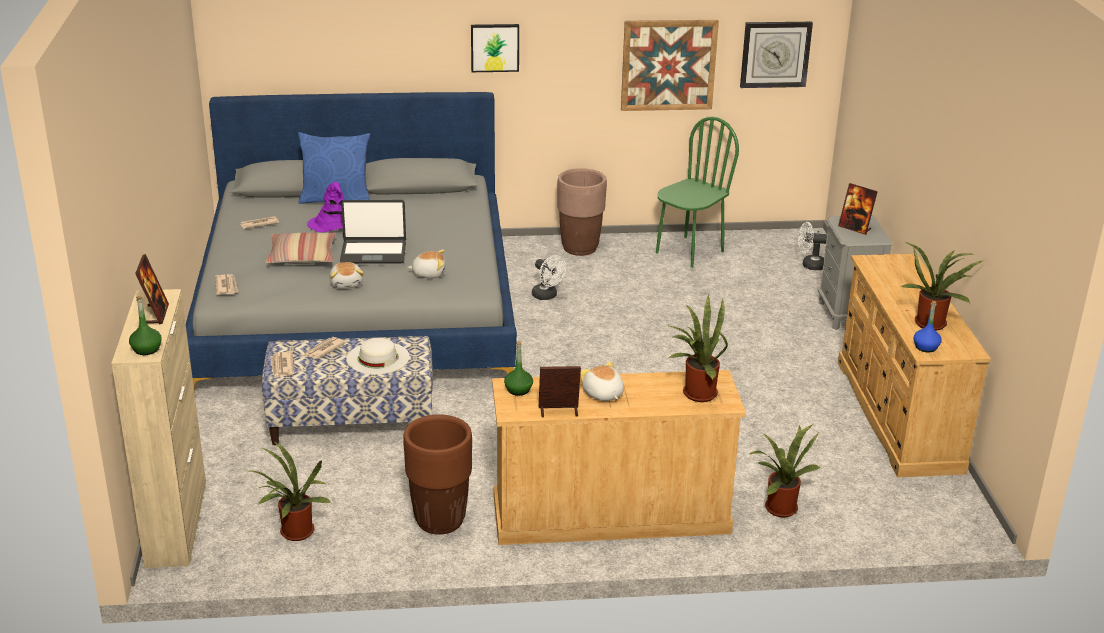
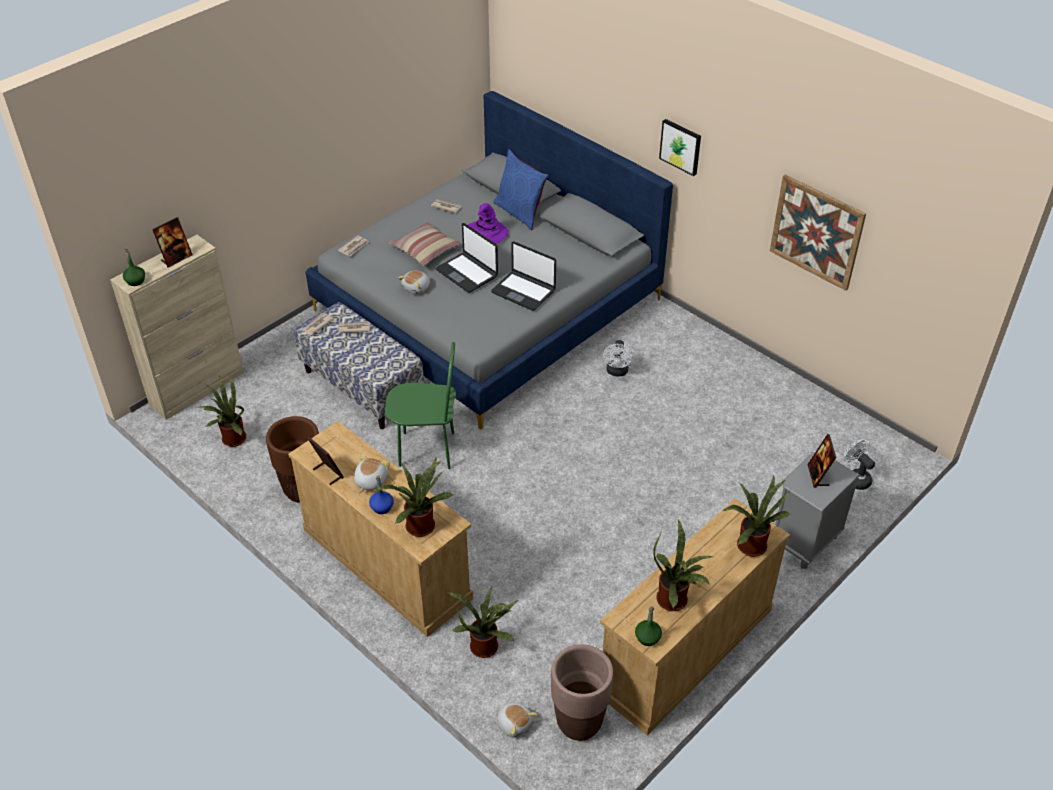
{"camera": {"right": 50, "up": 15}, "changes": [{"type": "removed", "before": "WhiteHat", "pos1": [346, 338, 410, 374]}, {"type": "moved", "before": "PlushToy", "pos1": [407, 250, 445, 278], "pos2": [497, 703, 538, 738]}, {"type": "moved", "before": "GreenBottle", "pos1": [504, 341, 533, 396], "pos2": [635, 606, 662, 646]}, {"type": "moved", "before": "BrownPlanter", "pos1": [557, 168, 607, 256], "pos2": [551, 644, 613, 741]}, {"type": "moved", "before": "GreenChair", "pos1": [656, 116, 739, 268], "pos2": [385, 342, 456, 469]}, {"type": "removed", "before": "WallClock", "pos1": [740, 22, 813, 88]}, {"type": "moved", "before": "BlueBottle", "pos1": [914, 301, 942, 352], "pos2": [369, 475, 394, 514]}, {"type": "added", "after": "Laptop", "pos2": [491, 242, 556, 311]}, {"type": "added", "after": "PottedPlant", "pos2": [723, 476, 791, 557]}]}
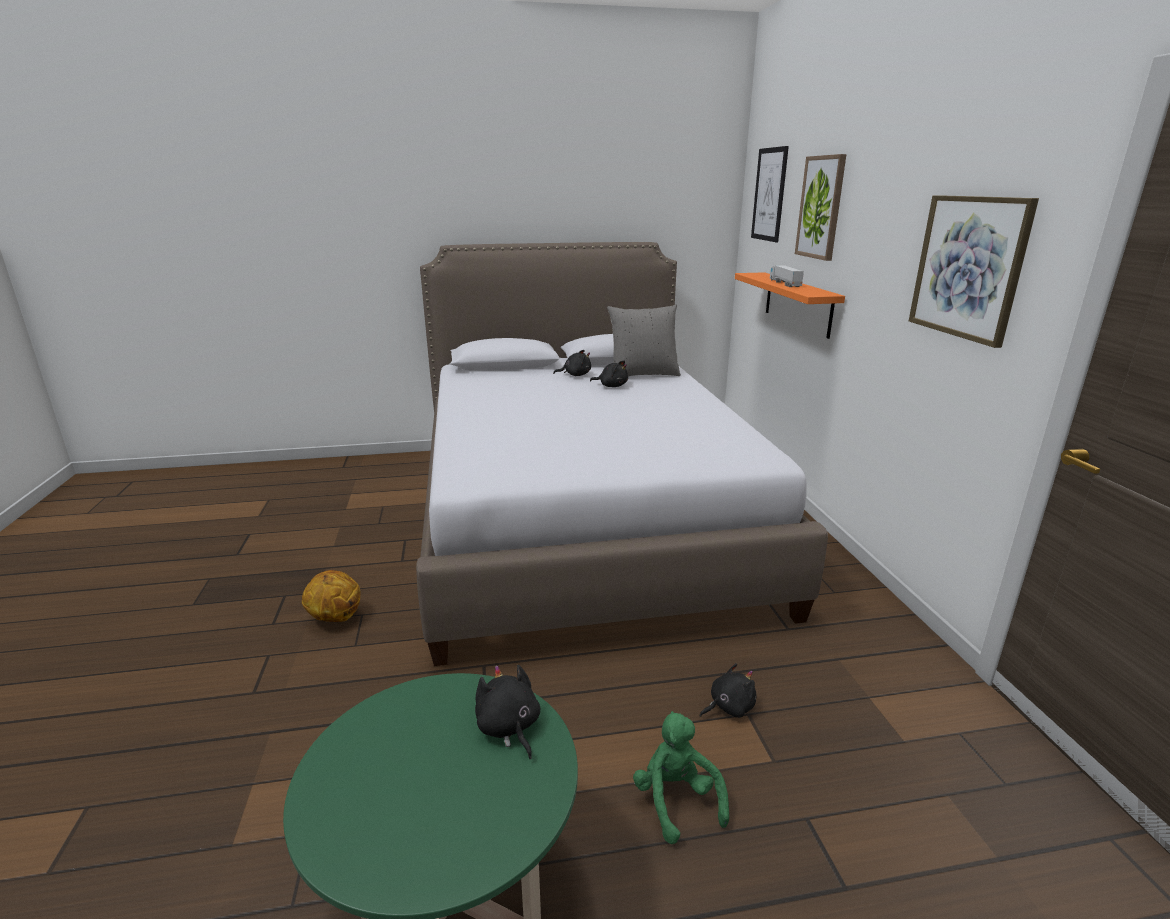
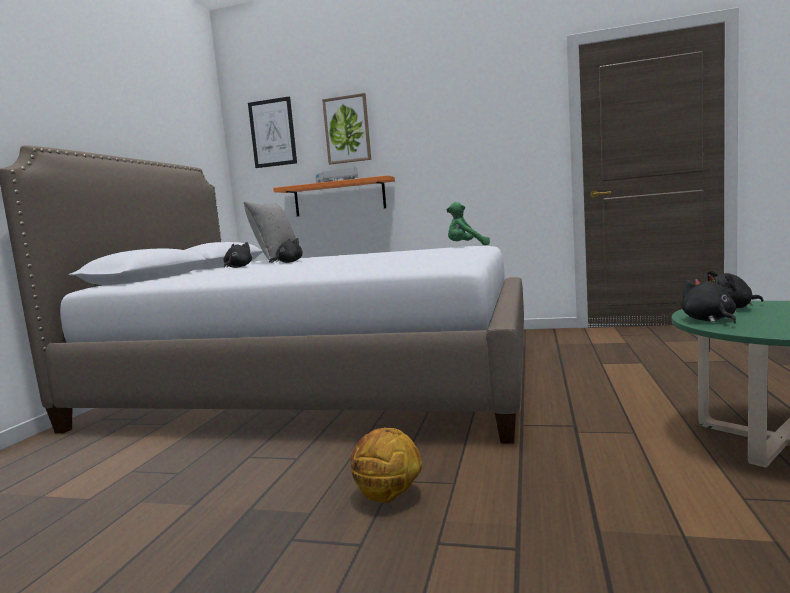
{"camera": {"right": -65, "up": -15}, "changes": [{"type": "moved", "before": "GreenPlushToy", "pos1": [633, 711, 729, 844], "pos2": [446, 202, 490, 245]}, {"type": "moved", "before": "BlackPlushToy", "pos1": [700, 663, 756, 718], "pos2": [681, 277, 736, 324]}, {"type": "removed", "before": "Picture", "pos1": [909, 195, 1039, 348]}]}
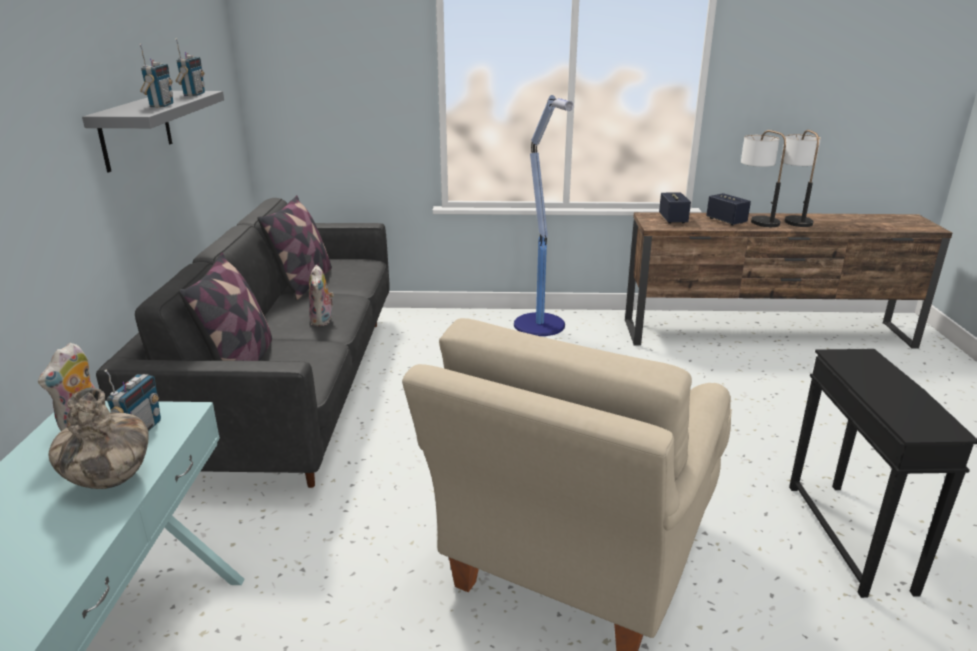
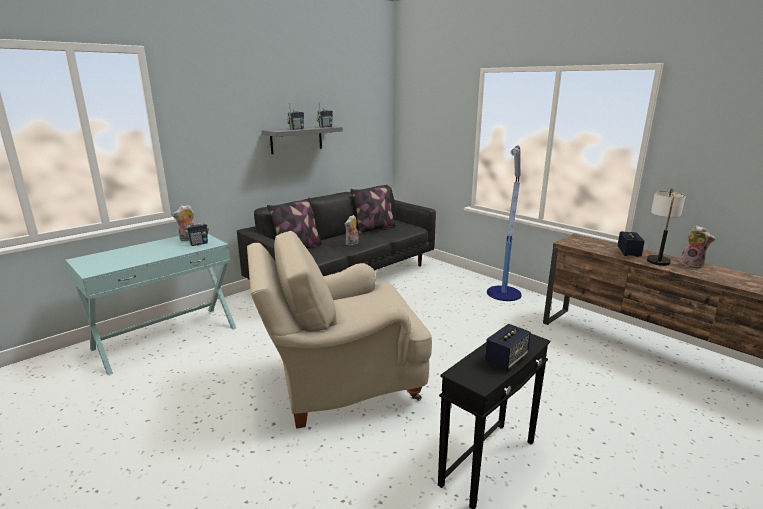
{"camera": {"right": 45, "up": -5}, "changes": [{"type": "removed", "before": "Vase", "pos1": [49, 387, 149, 489]}, {"type": "moved", "before": "Speaker", "pos1": [659, 193, 691, 224], "pos2": [485, 324, 531, 370]}, {"type": "replaced", "before": "TableLamp", "after": "PlushToy", "pos1": [781, 130, 821, 227], "pos2": [679, 226, 715, 269]}]}
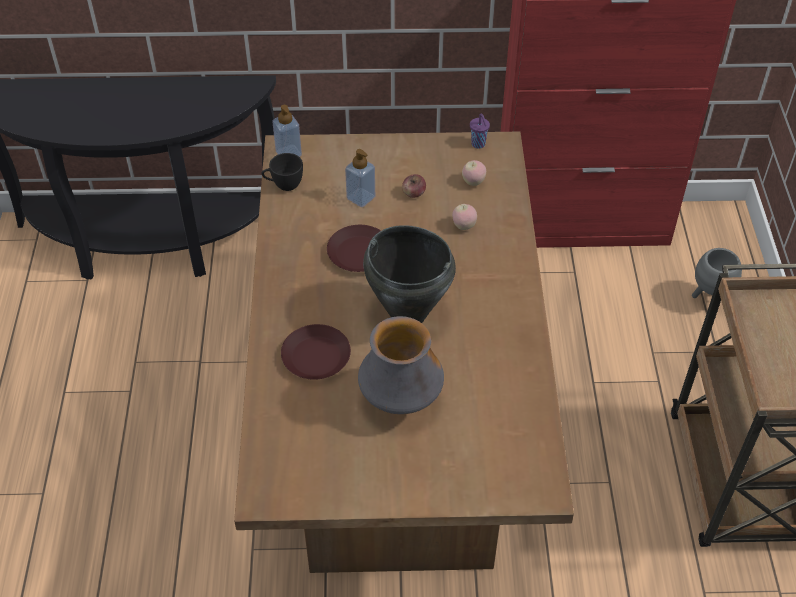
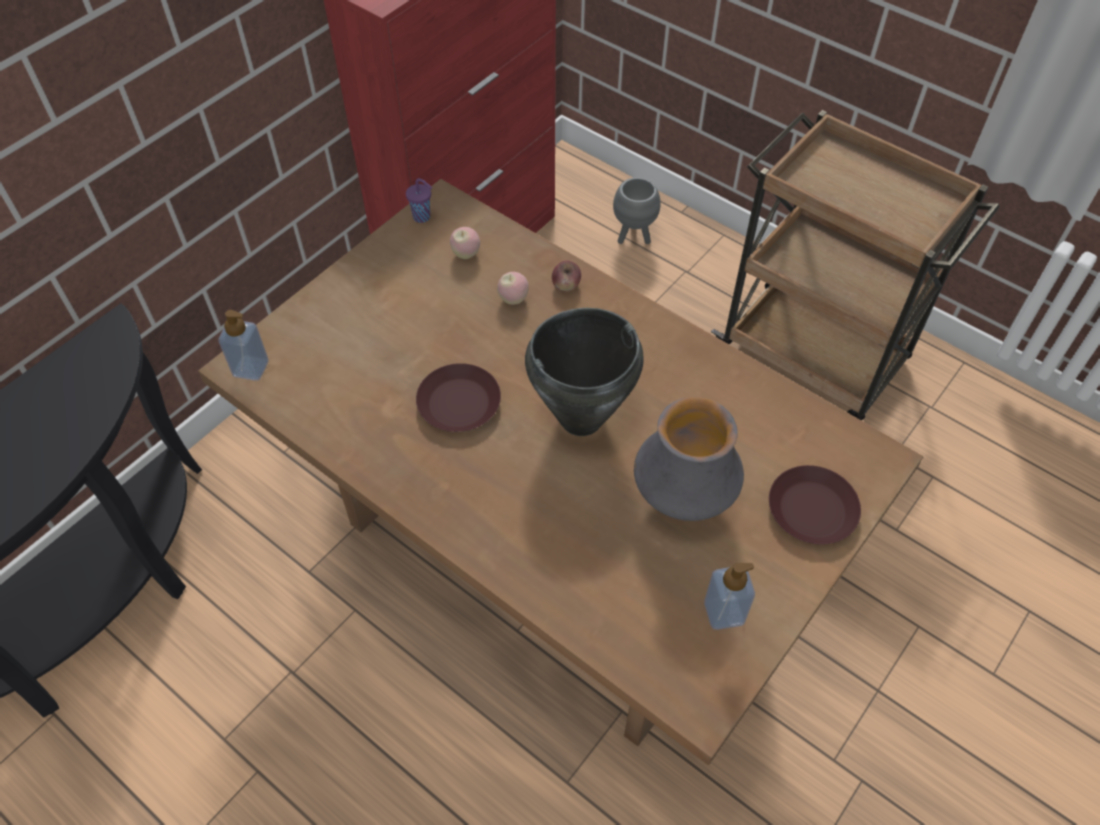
{"camera": {"right": -50, "up": 5}, "changes": [{"type": "removed", "before": "BlackCup", "pos1": [261, 153, 303, 191]}, {"type": "moved", "before": "BrownPlate", "pos1": [281, 324, 351, 380], "pos2": [769, 465, 861, 545]}, {"type": "moved", "before": "SoapDispenser", "pos1": [345, 149, 375, 207], "pos2": [704, 563, 755, 630]}, {"type": "moved", "before": "Apple", "pos1": [402, 174, 426, 198], "pos2": [552, 261, 581, 291]}]}
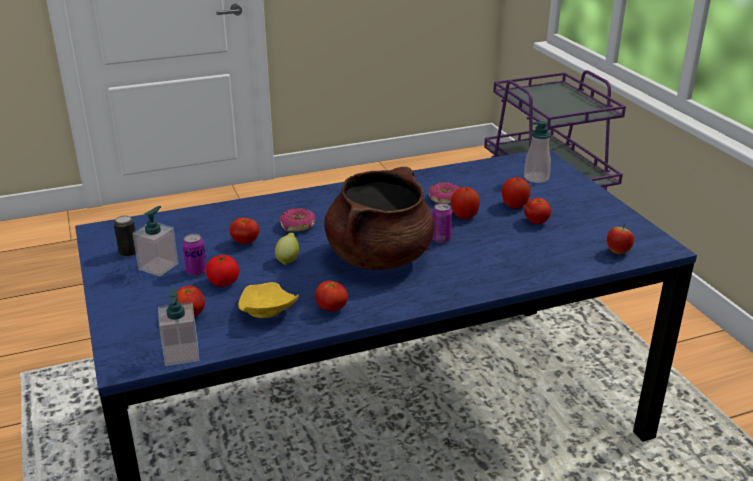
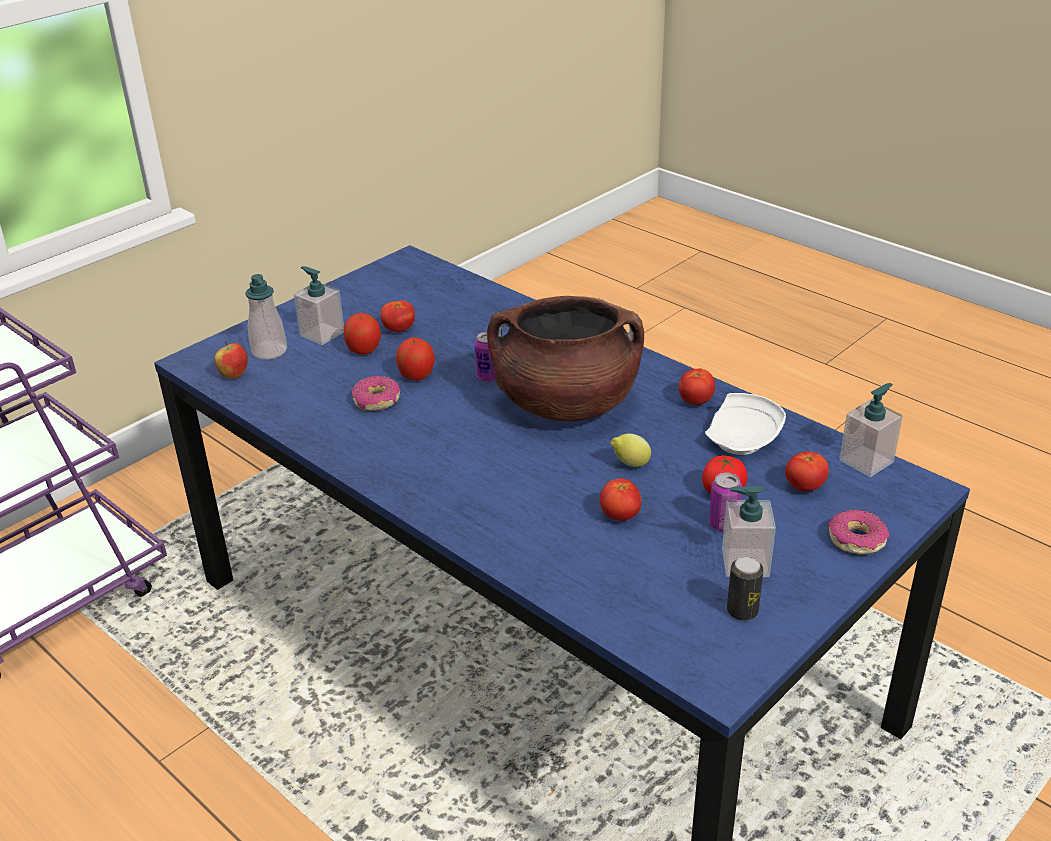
{"camera": {"right": -115, "up": 5}, "changes": [{"type": "recoloured", "before": "YellowPlate", "after": "WhitePlate", "pos1": [238, 282, 299, 318], "pos2": [705, 393, 786, 455]}, {"type": "moved", "before": "Donut", "pos1": [280, 208, 316, 232], "pos2": [828, 510, 889, 555]}, {"type": "moved", "before": "Apple", "pos1": [607, 223, 634, 254], "pos2": [214, 341, 248, 379]}, {"type": "added", "after": "SoapDispenser", "pos2": [293, 266, 344, 345]}]}
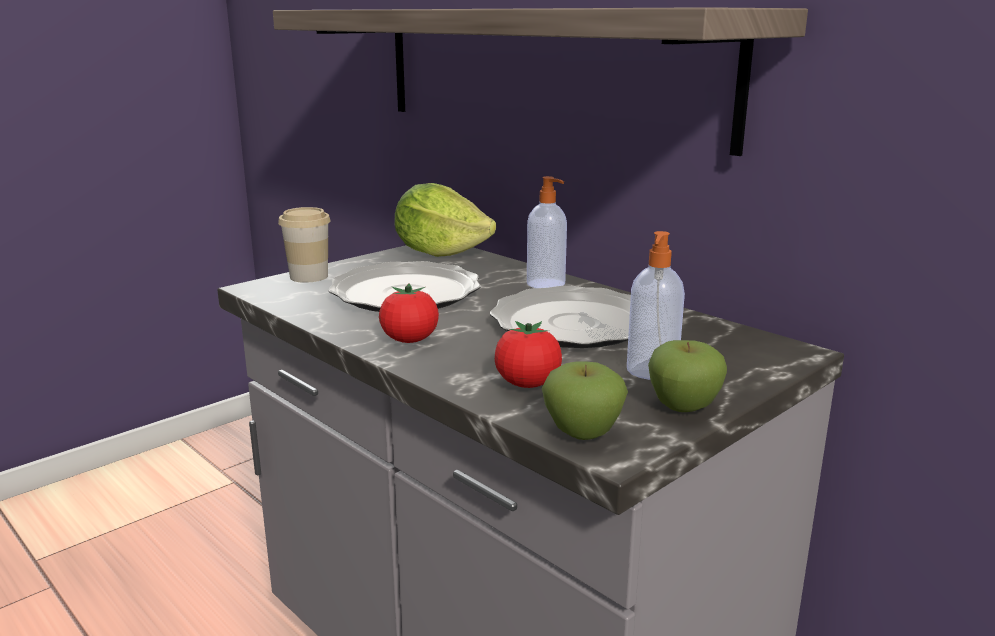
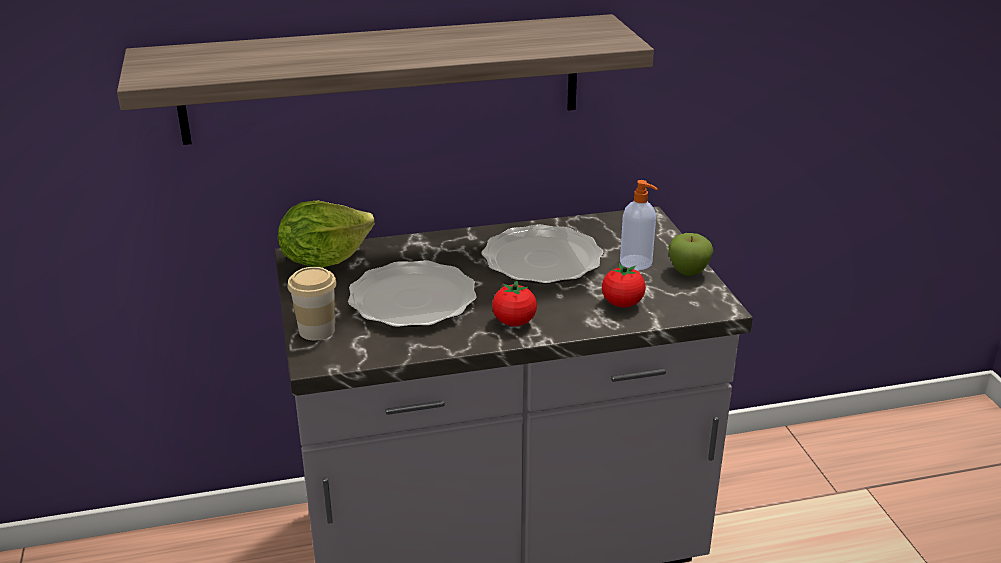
{"camera": {"right": -60, "up": 10}, "changes": [{"type": "removed", "before": "SoapDispenser", "pos1": [527, 176, 567, 288]}, {"type": "removed", "before": "Apple", "pos1": [542, 361, 628, 440]}]}
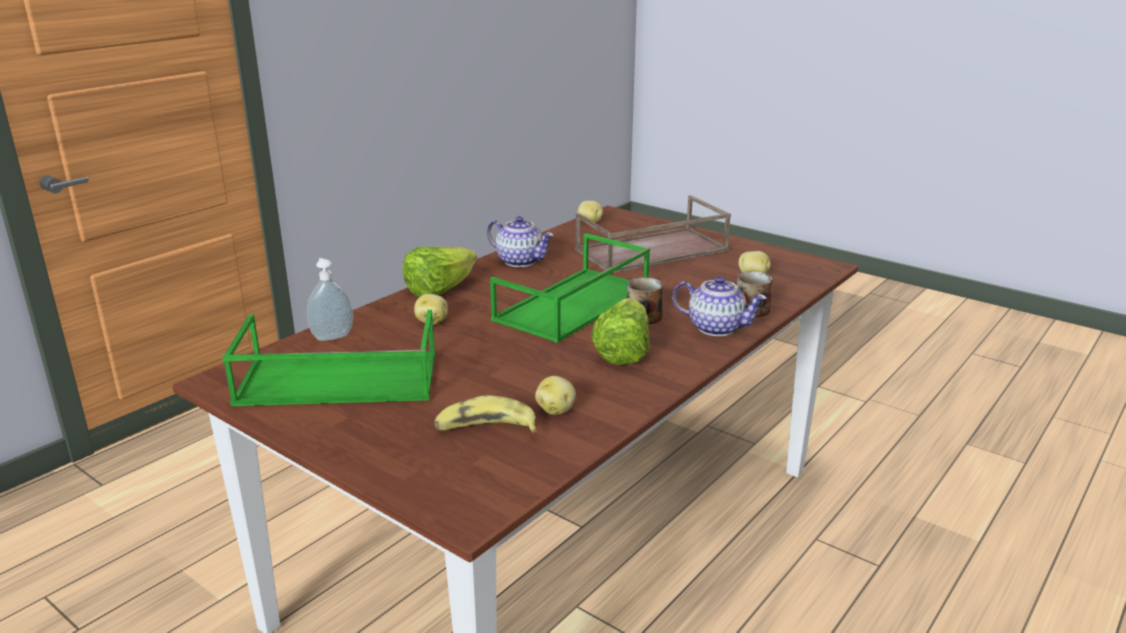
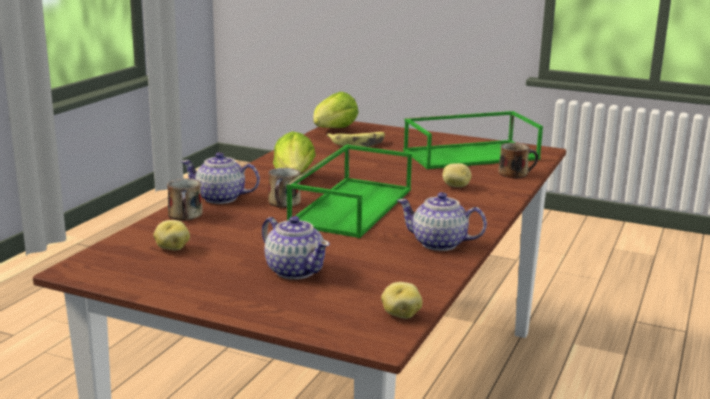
{"camera": {"right": 165, "up": -5}, "changes": [{"type": "replaced", "before": "SoapDispenser", "after": "Mug", "pos1": [307, 258, 353, 341], "pos2": [498, 143, 538, 178]}, {"type": "moved", "before": "Lettuce", "pos1": [403, 247, 477, 297], "pos2": [313, 92, 358, 128]}, {"type": "removed", "before": "Potato", "pos1": [535, 376, 576, 415]}, {"type": "replaced", "before": "BrownTray", "after": "Teapot", "pos1": [575, 195, 731, 273], "pos2": [262, 216, 330, 279]}]}
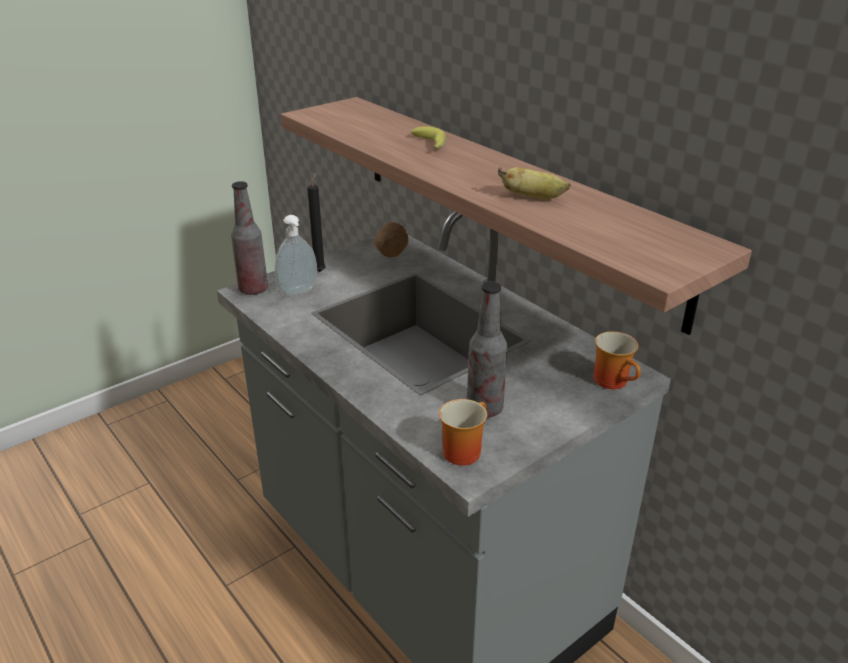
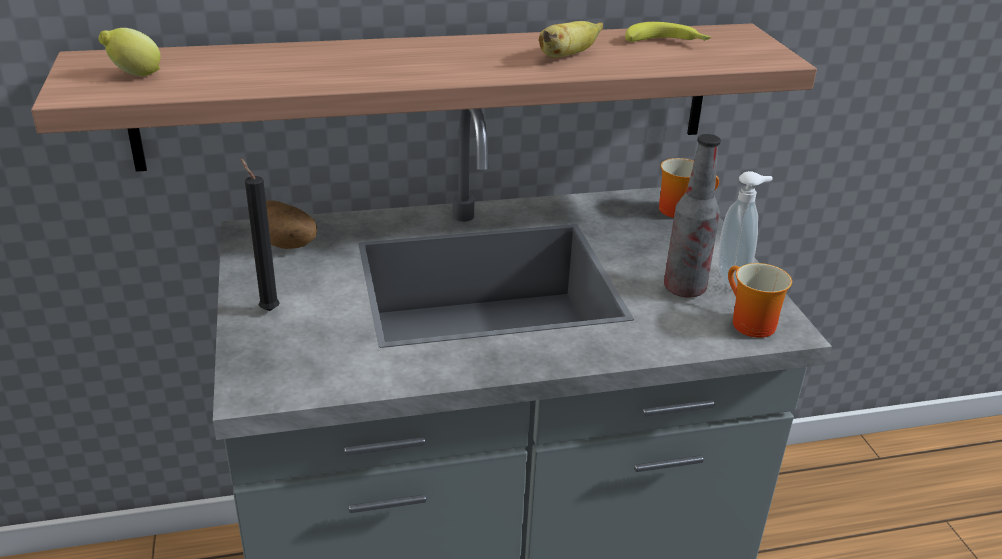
{"camera": {"right": -65, "up": 0}, "changes": [{"type": "removed", "before": "Bottle", "pos1": [231, 181, 268, 295]}, {"type": "moved", "before": "SoapDispenser", "pos1": [275, 215, 317, 296], "pos2": [718, 171, 773, 287]}, {"type": "moved", "before": "Banana", "pos1": [411, 126, 446, 149], "pos2": [625, 22, 711, 42]}, {"type": "added", "after": "Lemon", "pos2": [98, 28, 161, 76]}]}
